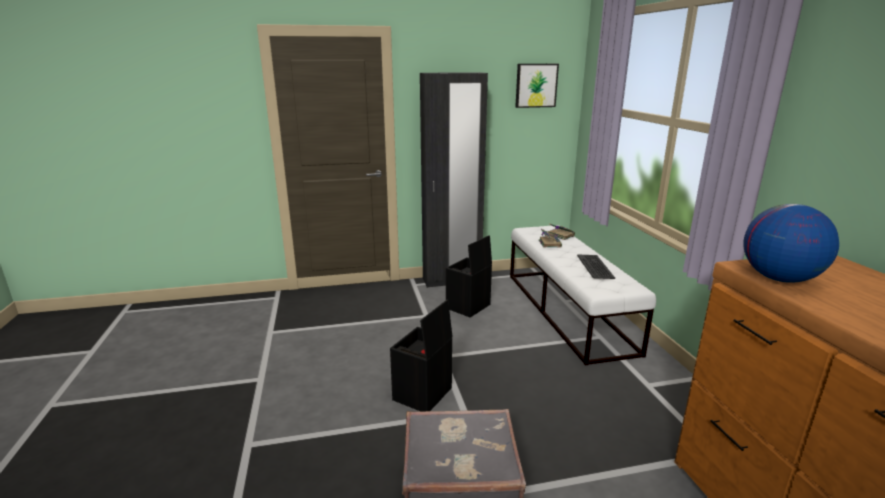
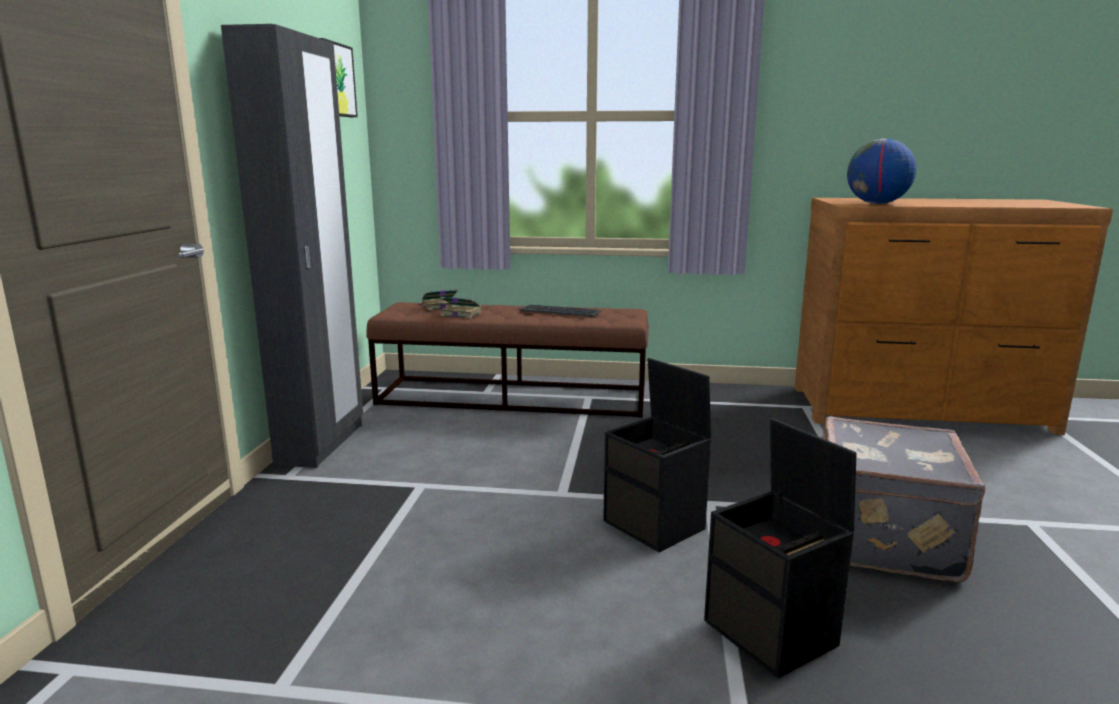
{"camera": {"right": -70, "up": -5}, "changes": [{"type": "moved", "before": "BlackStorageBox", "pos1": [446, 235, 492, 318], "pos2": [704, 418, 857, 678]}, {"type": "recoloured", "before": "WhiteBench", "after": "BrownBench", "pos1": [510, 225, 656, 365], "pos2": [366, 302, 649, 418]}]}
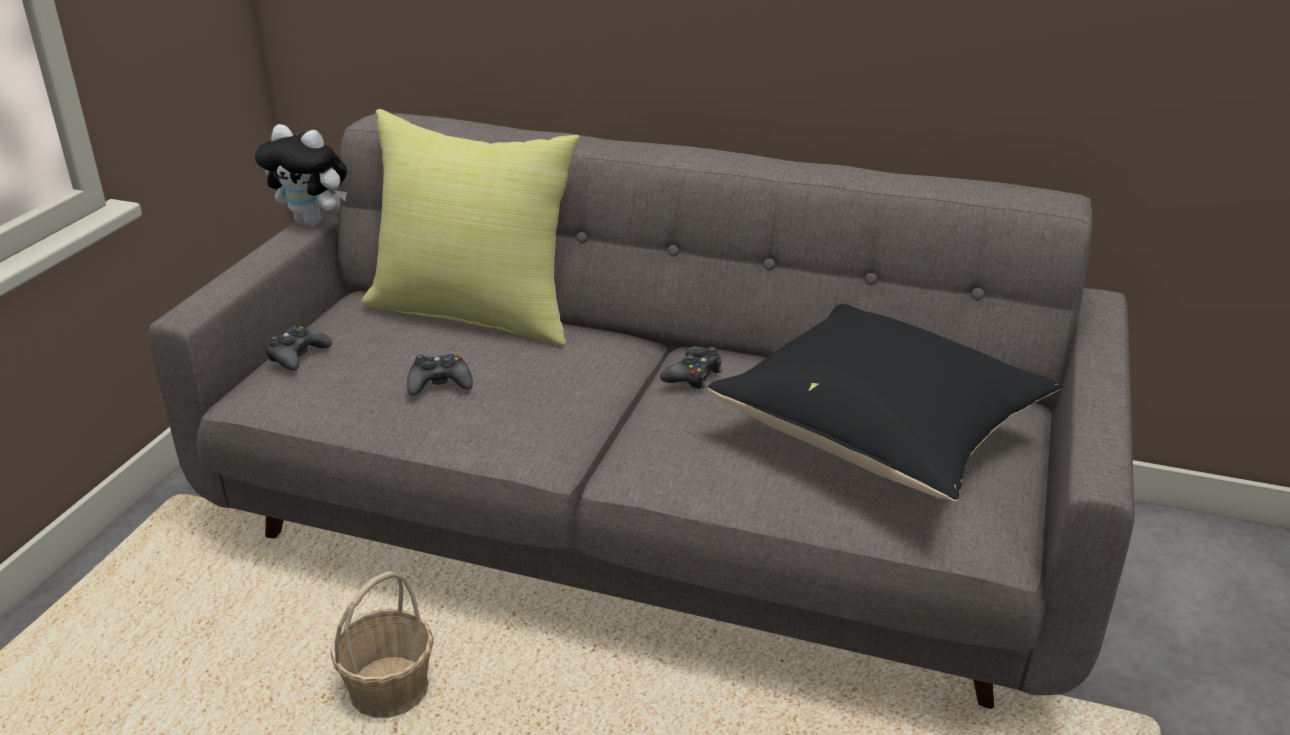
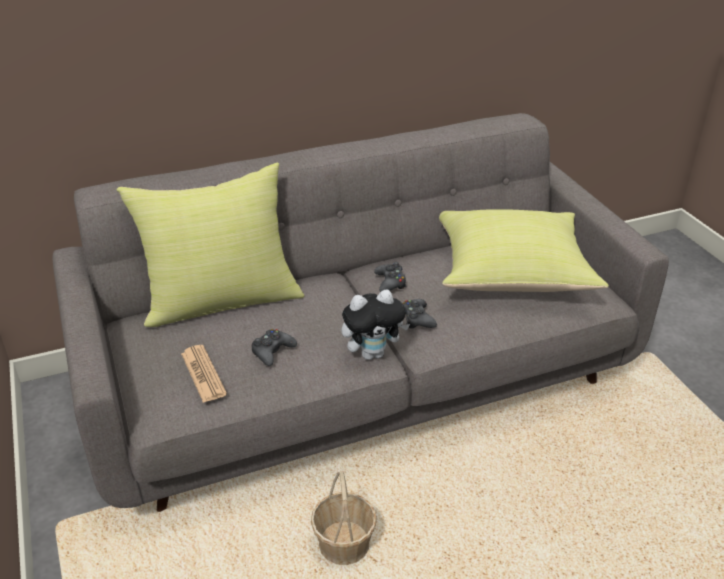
{"camera": {"right": -40, "up": 5}, "changes": [{"type": "moved", "before": "PlushToy", "pos1": [255, 124, 347, 226], "pos2": [341, 290, 410, 360]}, {"type": "moved", "before": "BlackGameController", "pos1": [266, 326, 332, 371], "pos2": [402, 299, 437, 328]}, {"type": "recoloured", "before": "BlackPillow", "after": "YellowPillow", "pos1": [708, 304, 1062, 502], "pos2": [439, 209, 609, 292]}, {"type": "added", "after": "Newspaper", "pos2": [181, 345, 227, 403]}]}
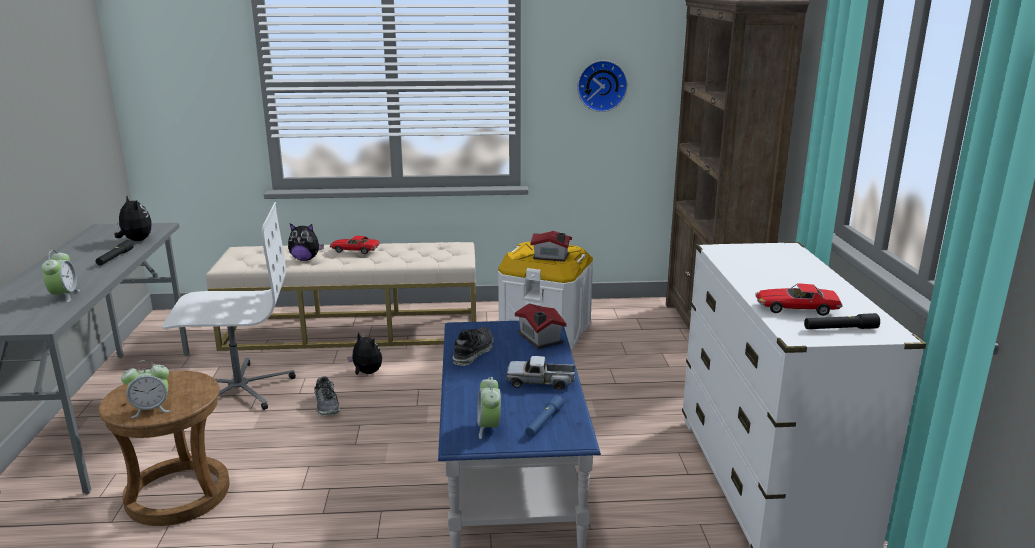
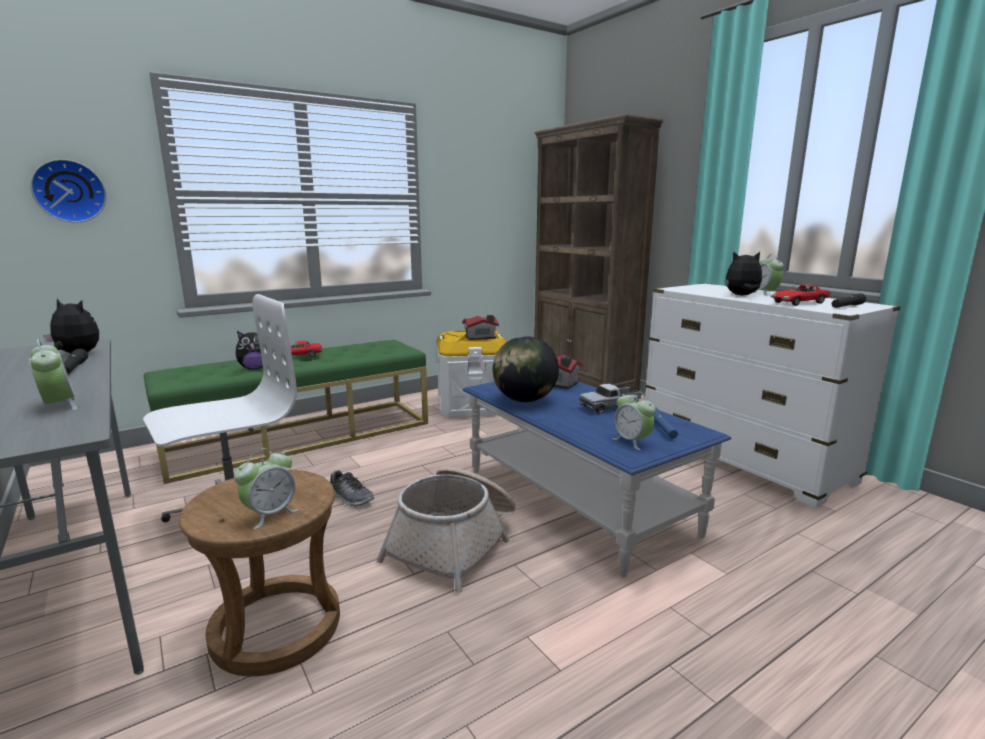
{"camera": {"right": -30, "up": -5}, "changes": [{"type": "recoloured", "before": "BeigeBench", "after": "GreenBench", "pos1": [206, 242, 476, 351], "pos2": [144, 340, 428, 484]}, {"type": "moved", "before": "PlushToy", "pos1": [347, 332, 382, 375], "pos2": [725, 251, 762, 296]}, {"type": "replaced", "before": "Shoe", "after": "Globe", "pos1": [453, 327, 493, 366], "pos2": [493, 336, 559, 402]}, {"type": "moved", "before": "WallClock", "pos1": [577, 60, 628, 112], "pos2": [30, 159, 106, 223]}, {"type": "added", "after": "Basket", "pos2": [377, 467, 516, 593]}, {"type": "added", "after": "AlarmClock", "pos2": [753, 254, 784, 296]}]}
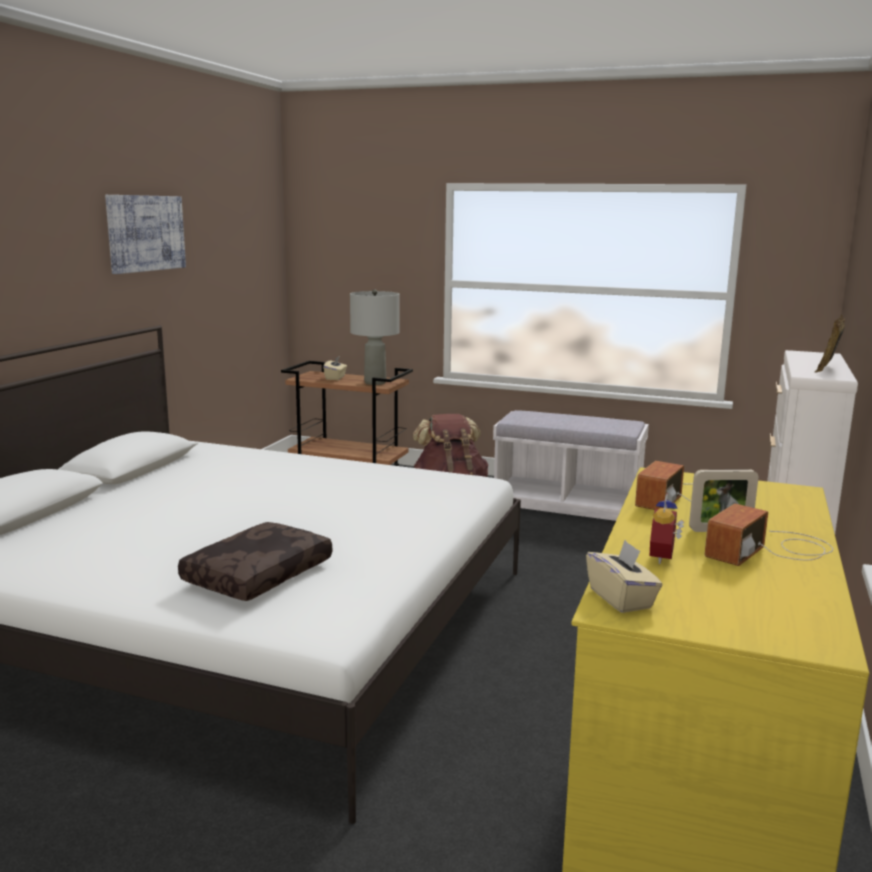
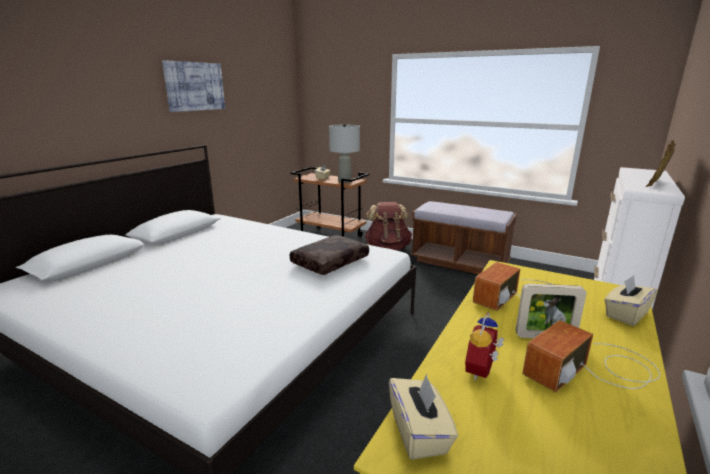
{"camera": {"right": 10, "up": 5}, "changes": [{"type": "moved", "before": "BrownPillow", "pos1": [178, 522, 332, 601], "pos2": [290, 235, 369, 275]}, {"type": "recoloured", "before": "WhiteBench", "after": "BrownBench", "pos1": [493, 410, 649, 521], "pos2": [411, 201, 517, 274]}, {"type": "added", "after": "BeigeTissueBox", "pos2": [604, 275, 658, 326]}]}
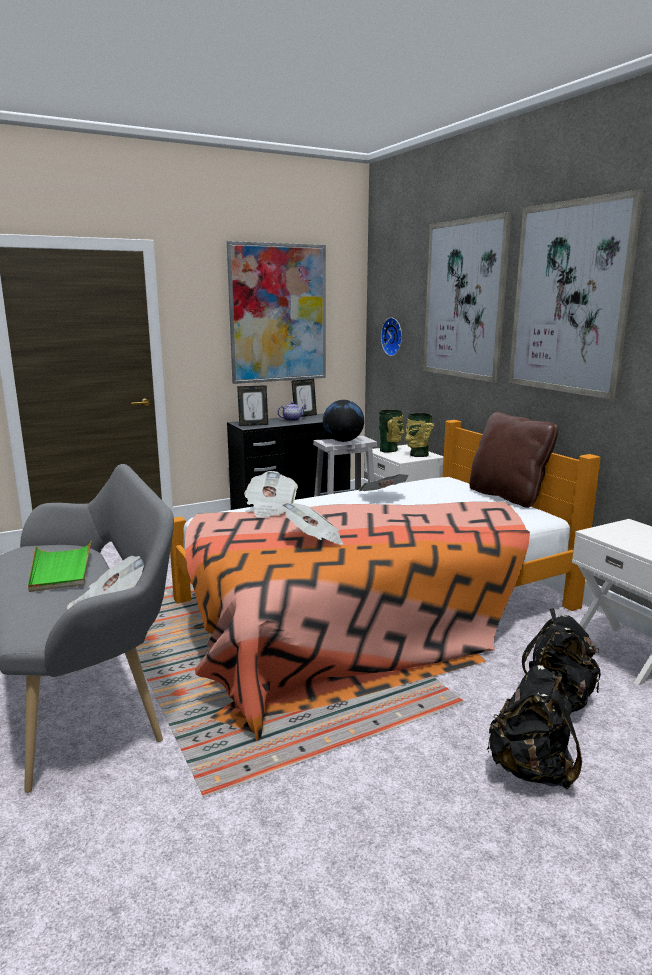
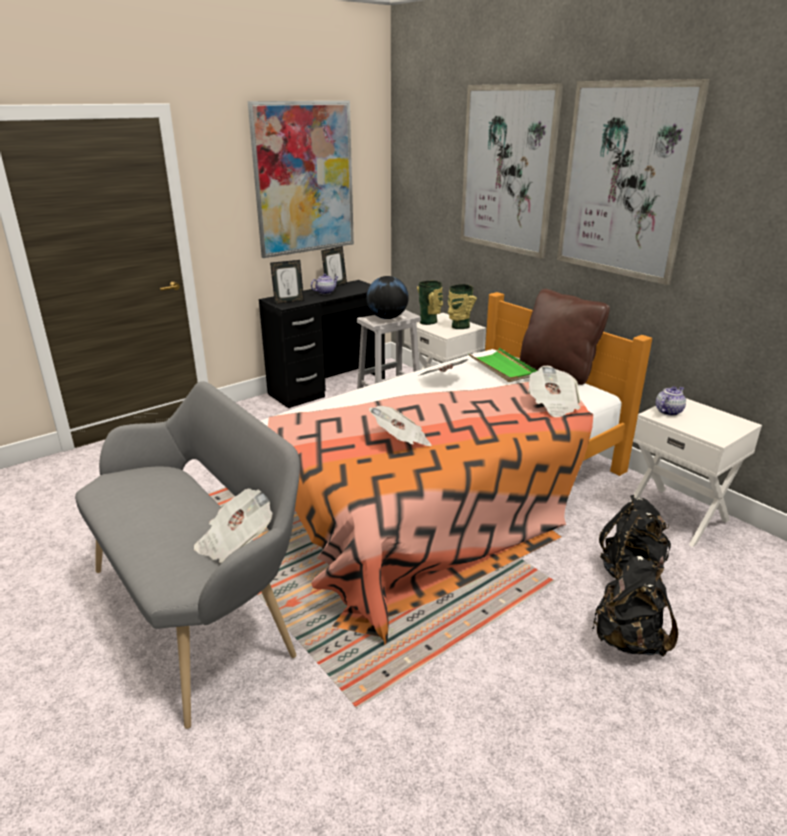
{"camera": {"right": -10, "up": 10}, "changes": [{"type": "moved", "before": "GreenTray", "pos1": [28, 540, 92, 592], "pos2": [469, 348, 537, 382]}, {"type": "moved", "before": "Newspaper", "pos1": [244, 471, 298, 518], "pos2": [528, 366, 581, 418]}, {"type": "removed", "before": "WallClock", "pos1": [381, 318, 402, 356]}, {"type": "added", "after": "Teapot", "pos2": [656, 387, 686, 416]}]}
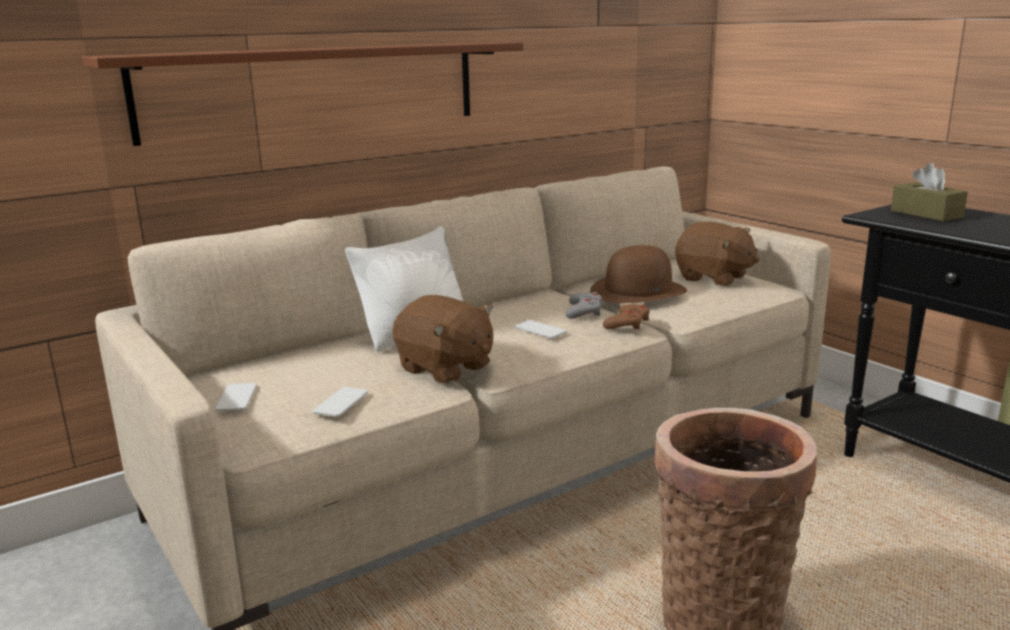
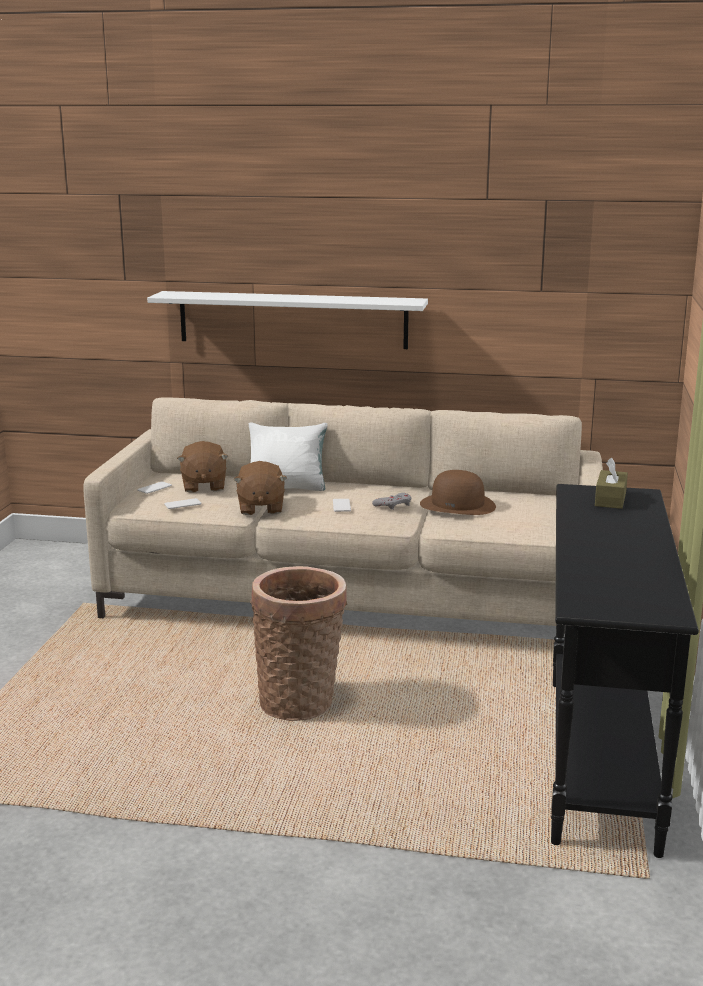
{"camera": {"right": 45, "up": 0}, "changes": [{"type": "recoloured", "before": "BrownShelf", "after": "WhiteShelf", "pos1": [82, 42, 523, 146], "pos2": [147, 291, 428, 349]}, {"type": "removed", "before": "BrownGameController", "pos1": [603, 304, 650, 329]}, {"type": "moved", "before": "BrownPlushToy", "pos1": [675, 222, 759, 286], "pos2": [177, 441, 229, 493]}]}
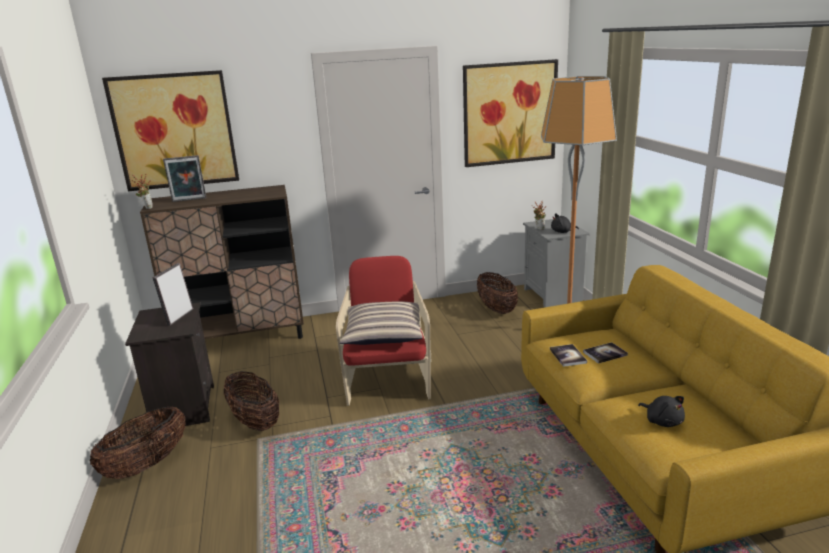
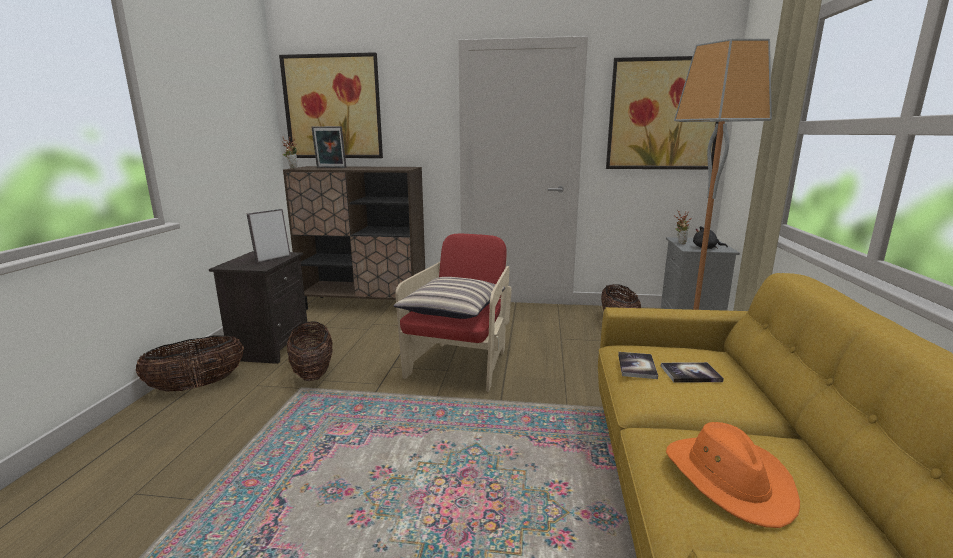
{"camera": {"right": 20, "up": -5}, "changes": [{"type": "replaced", "before": "BlackPlushToy", "after": "OrangeHat", "pos1": [638, 396, 685, 427], "pos2": [666, 422, 800, 528]}]}
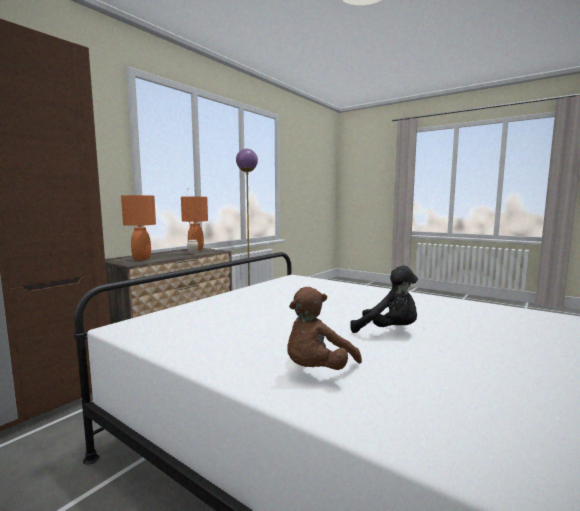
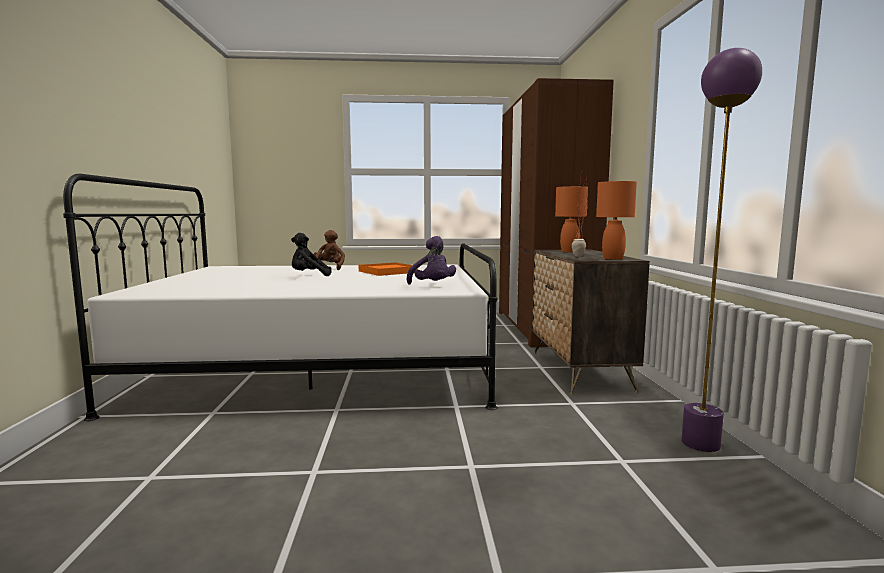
{"camera": {"right": 140, "up": 0}, "changes": [{"type": "added", "after": "OrangeTray", "pos2": [359, 262, 417, 276]}, {"type": "added", "after": "PurplePlushToy", "pos2": [407, 236, 456, 285]}]}
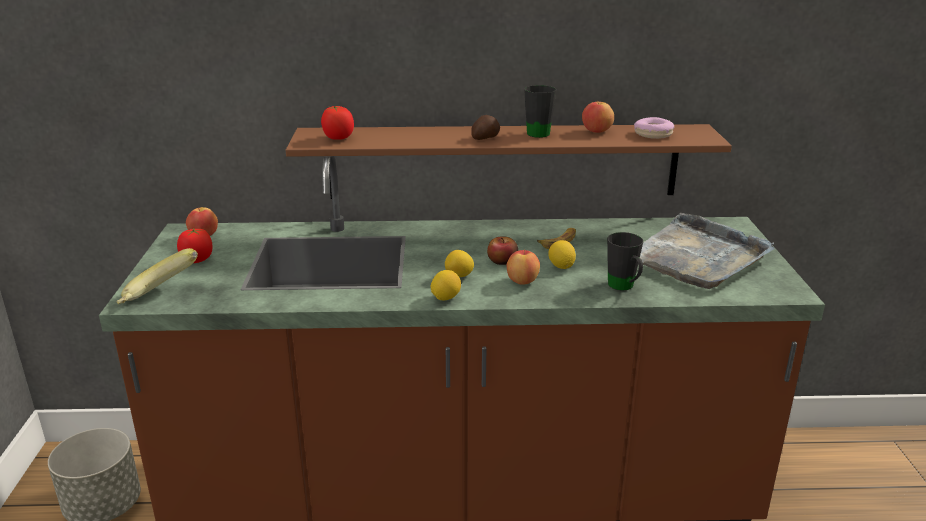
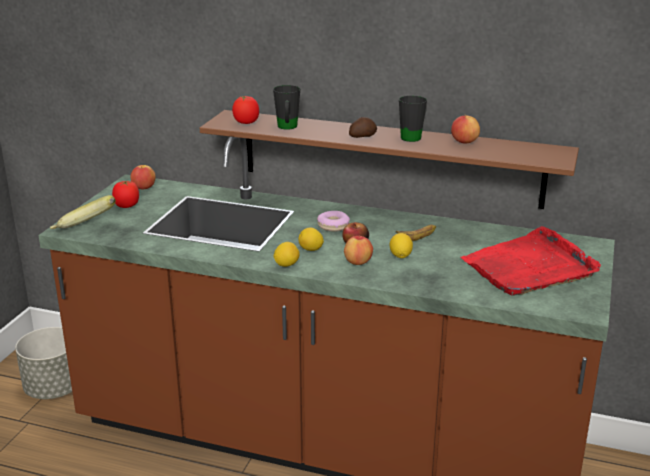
{"camera": {"right": 20, "up": 0}, "changes": [{"type": "moved", "before": "BlackMug", "pos1": [607, 232, 643, 290], "pos2": [273, 85, 300, 130]}, {"type": "moved", "before": "Donut", "pos1": [634, 117, 674, 139], "pos2": [317, 211, 350, 232]}, {"type": "recoloured", "before": "GreyTray", "after": "RedTray", "pos1": [640, 213, 775, 289], "pos2": [461, 226, 601, 296]}]}
